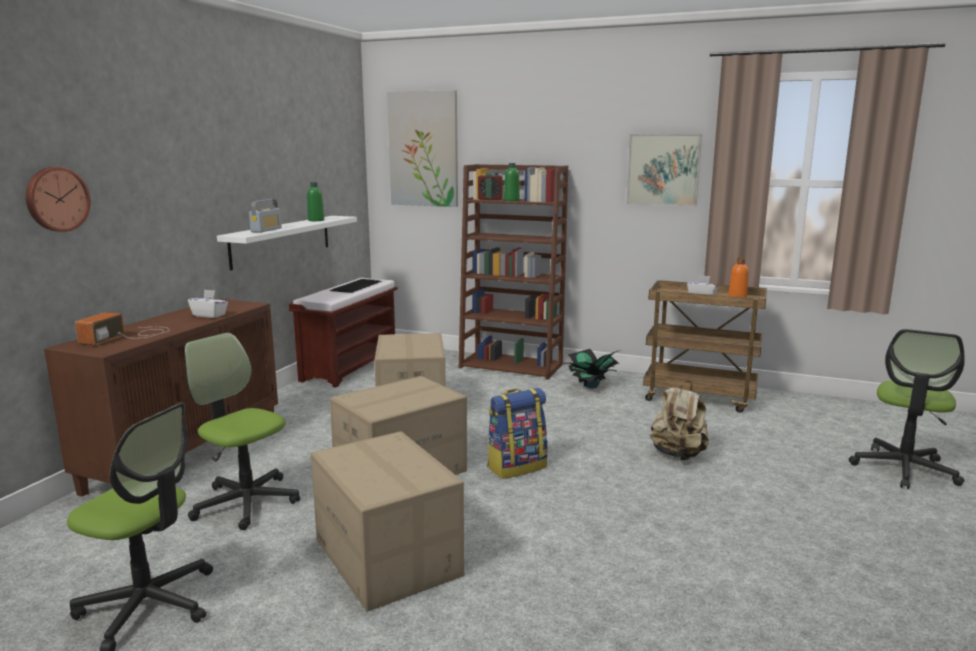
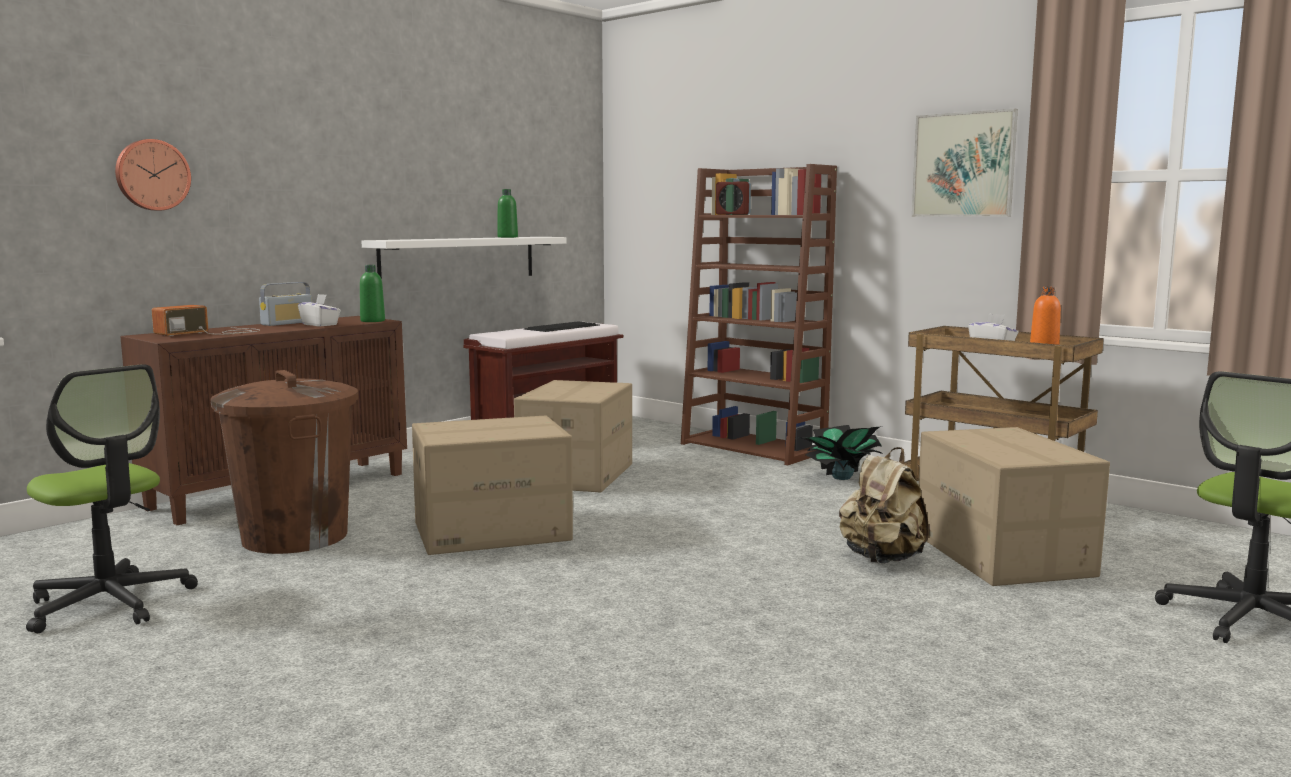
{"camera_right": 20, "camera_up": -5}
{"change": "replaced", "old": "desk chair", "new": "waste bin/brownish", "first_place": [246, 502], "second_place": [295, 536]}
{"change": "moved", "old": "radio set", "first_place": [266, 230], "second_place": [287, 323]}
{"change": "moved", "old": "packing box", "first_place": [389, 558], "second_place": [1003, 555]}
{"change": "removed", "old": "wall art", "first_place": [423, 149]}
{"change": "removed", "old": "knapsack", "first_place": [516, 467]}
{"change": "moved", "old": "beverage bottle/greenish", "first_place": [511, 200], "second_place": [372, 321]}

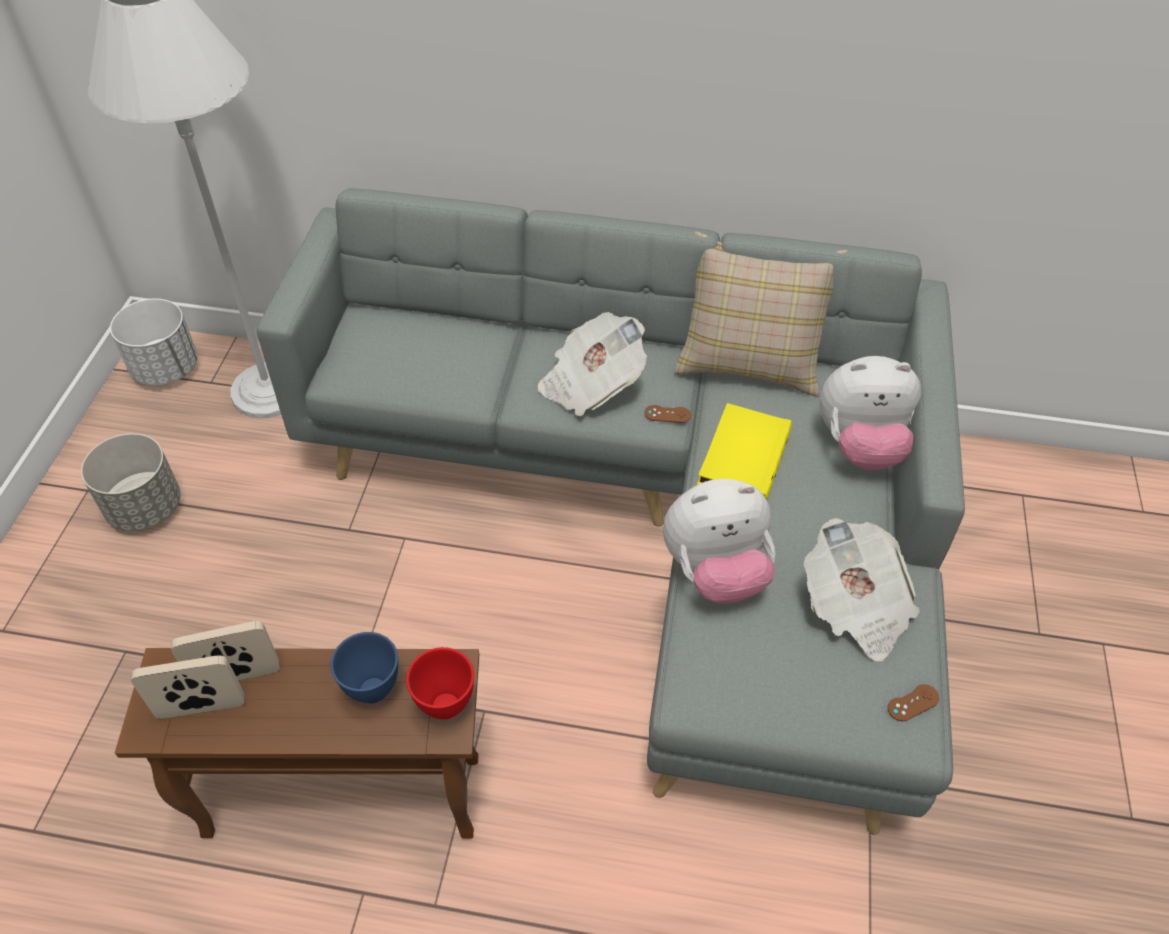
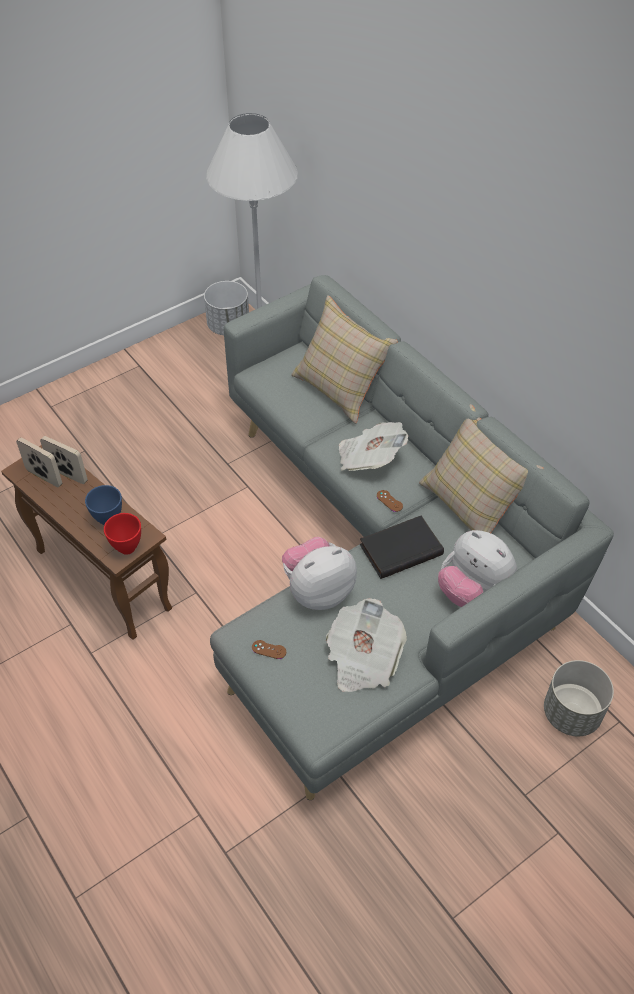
{"camera_right": 45, "camera_up": 0}
{"change": "moved", "old": "plant pot/grey", "first_place": [146, 508], "second_place": [572, 714]}
{"change": "turned", "old": "cuddly toy", "first_place": [715, 571], "second_place": [318, 590], "degrees": 120}
{"change": "recoloured", "old": "bound book/yellowish", "new": "bound book/blackish", "first_place": [741, 456], "second_place": [400, 548]}
{"change": "moved", "old": "game controller/brownish", "first_place": [913, 703], "second_place": [269, 649]}
{"change": "added", "new": "throw pillow/beige", "second_place": [340, 387]}

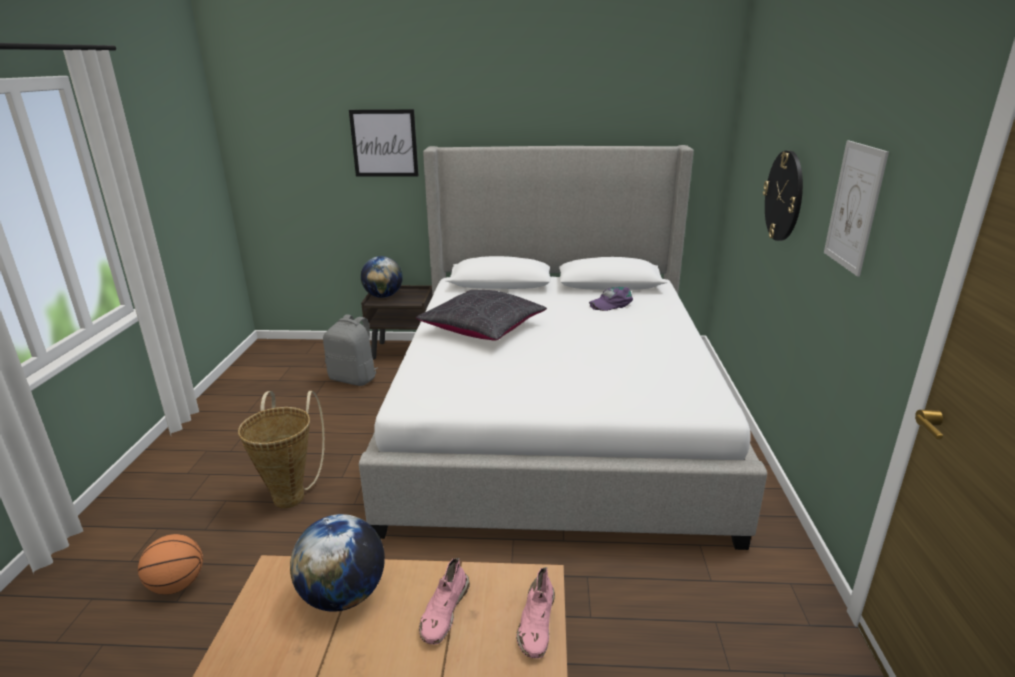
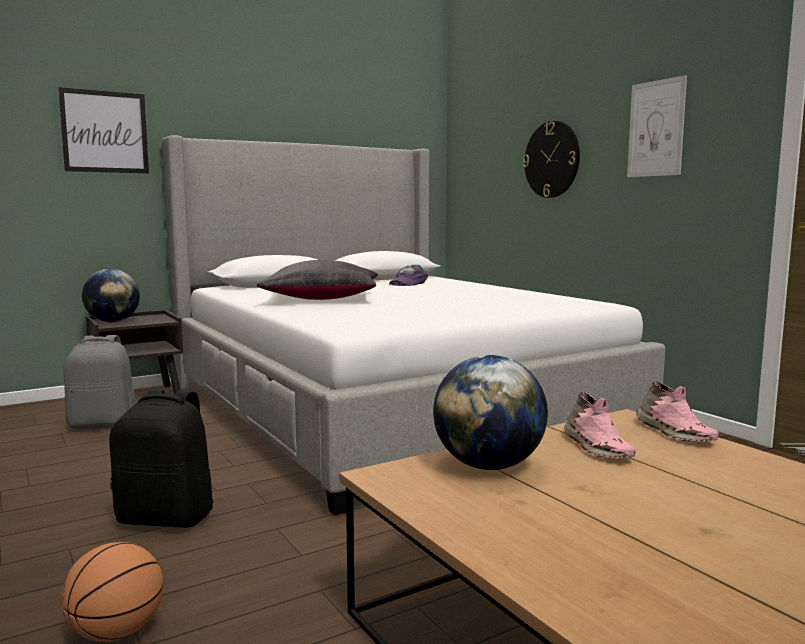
{"camera_right": -35, "camera_up": -15}
{"change": "replaced", "old": "household basket", "new": "knapsack/blackish", "first_place": [292, 494], "second_place": [167, 517]}

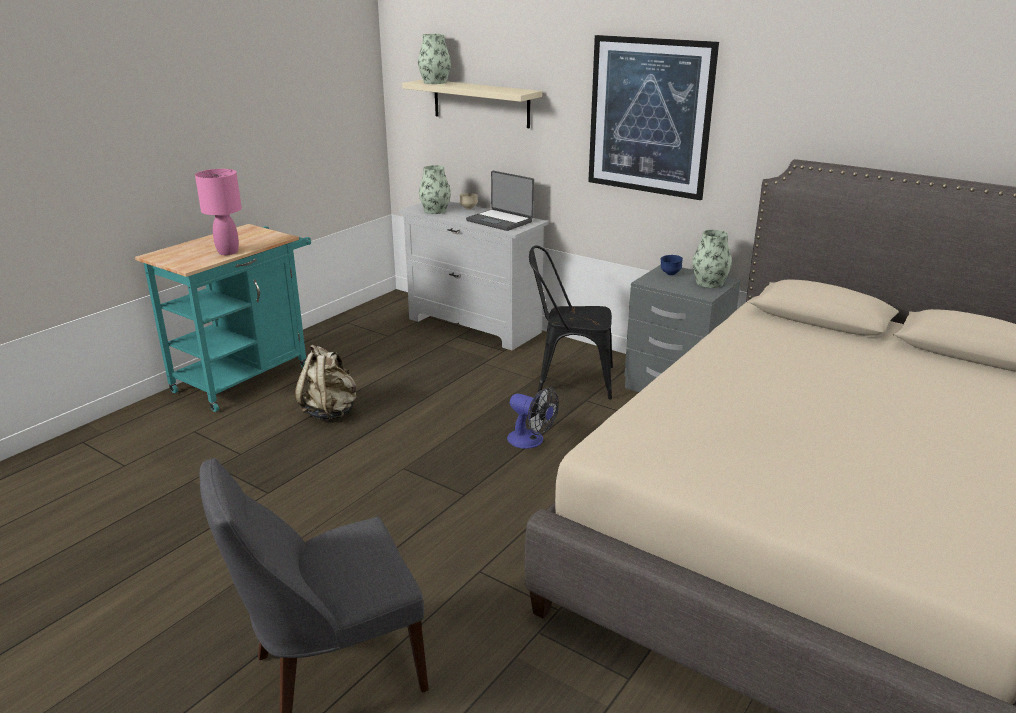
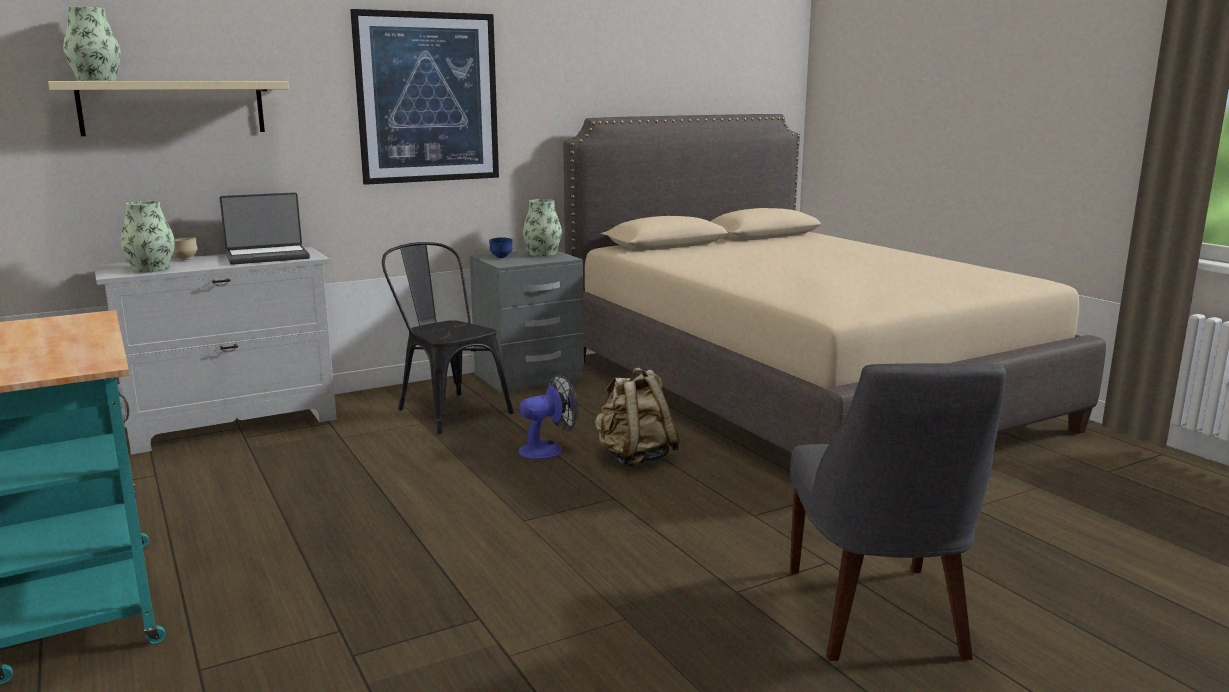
{"camera_right": -65, "camera_up": -10}
{"change": "removed", "old": "lamp for a table/pinkish", "first_place": [227, 252]}
{"change": "moved", "old": "knapsack/beige", "first_place": [330, 412], "second_place": [635, 458]}
{"change": "turned", "old": "upright chair/blackish", "first_place": [568, 379], "second_place": [447, 409], "degrees": 105}

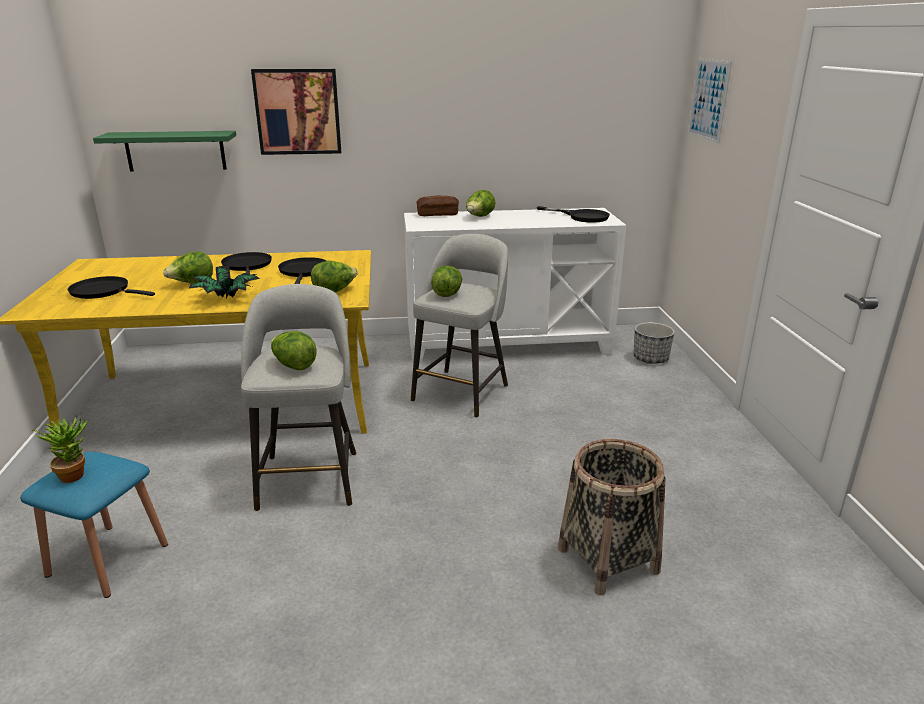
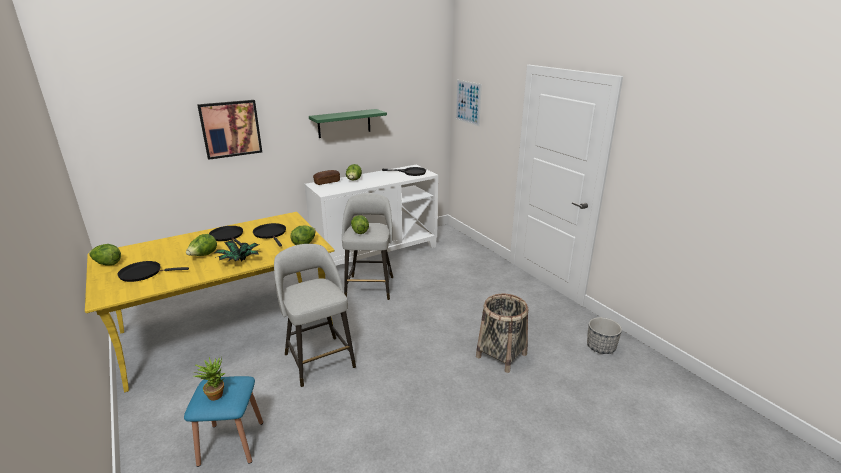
{"camera_right": -25, "camera_up": 0}
{"change": "moved", "old": "bracket shelf/greenish", "first_place": [175, 151], "second_place": [344, 123]}
{"change": "moved", "old": "lettuce", "first_place": [294, 366], "second_place": [107, 264]}
{"change": "moved", "old": "plant pot", "first_place": [651, 359], "second_place": [601, 347]}

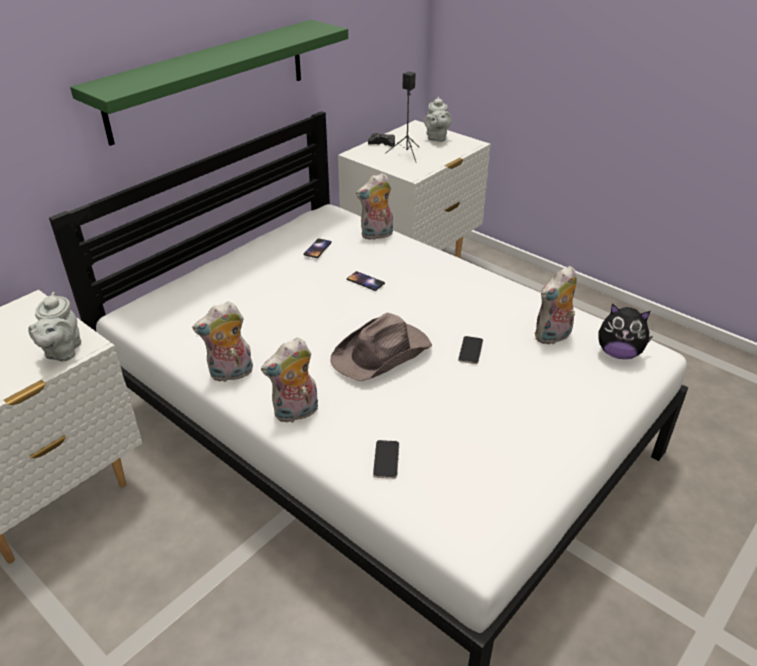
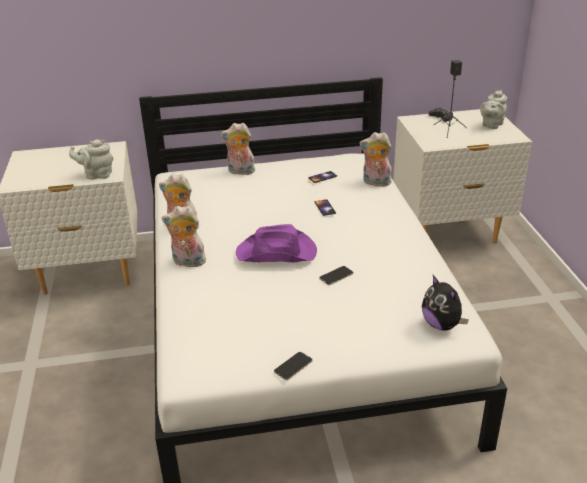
{"camera_right": 40, "camera_up": -5}
{"change": "turned", "old": "tea pot/grey", "first_place": [62, 352], "second_place": [97, 175], "degrees": 45}
{"change": "removed", "old": "bracket shelf/greenish", "first_place": [209, 79]}
{"change": "recoloured", "old": "clothing hat/brownish", "new": "clothing hat/purple", "first_place": [382, 353], "second_place": [277, 253]}
{"change": "moved", "old": "phone", "first_place": [386, 459], "second_place": [293, 366]}
{"change": "moved", "old": "cuddly toy", "first_place": [553, 337], "second_place": [240, 172]}

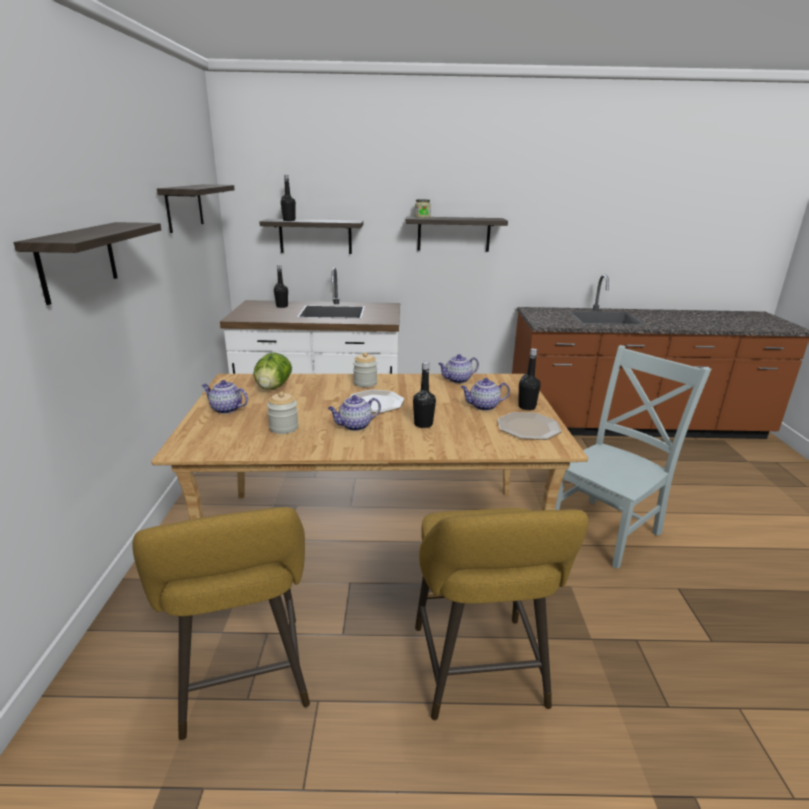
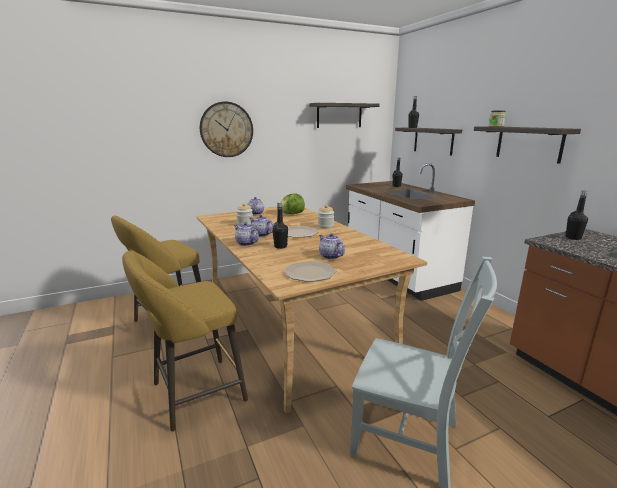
{"camera_right": 65, "camera_up": -5}
{"change": "replaced", "old": "bracket shelf", "new": "clock on the wall", "first_place": [78, 260], "second_place": [226, 129]}
{"change": "moved", "old": "tea pot", "first_place": [457, 380], "second_place": [246, 243]}
{"change": "moved", "old": "beverage bottle/blackish", "first_place": [526, 407], "second_place": [573, 238]}

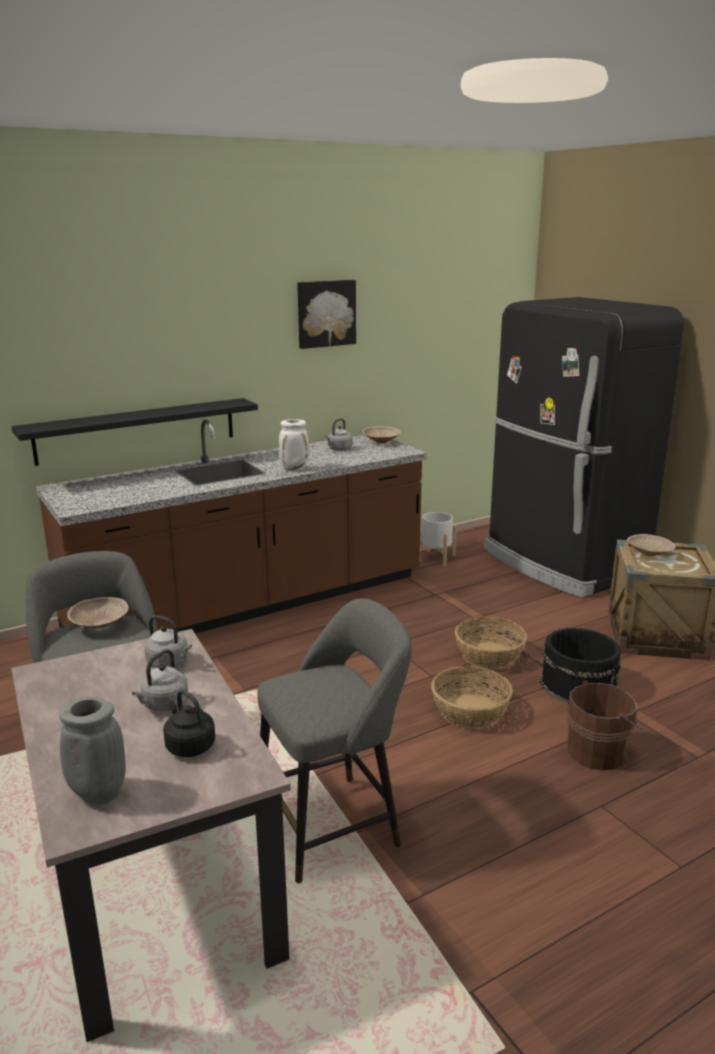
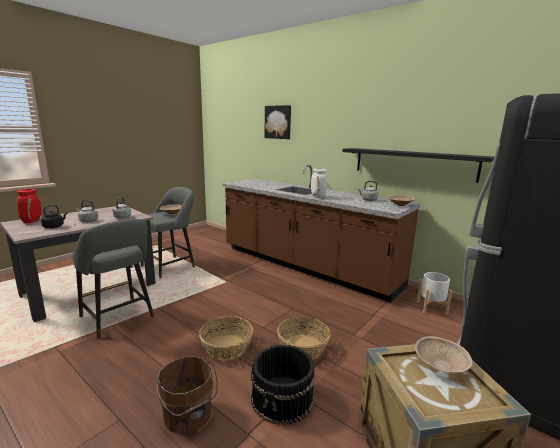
{"camera_right": 70, "camera_up": -5}
{"change": "moved", "old": "bracket shelf/blackish", "first_place": [137, 430], "second_place": [413, 163]}
{"change": "recoloured", "old": "flower vase/grey", "new": "flower vase/red", "first_place": [96, 794], "second_place": [32, 221]}
{"change": "moved", "old": "wall art", "first_place": [325, 313], "second_place": [278, 122]}

